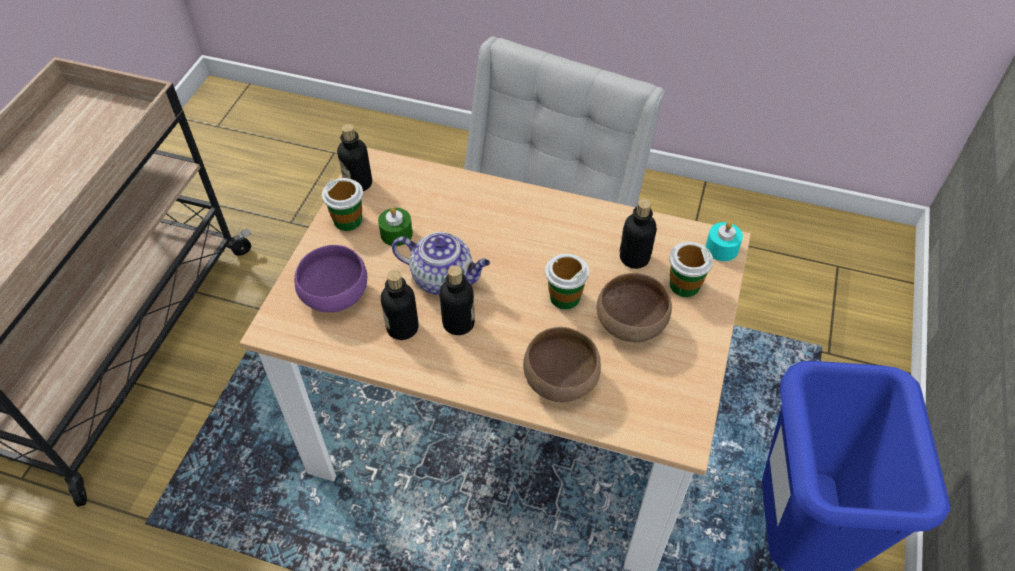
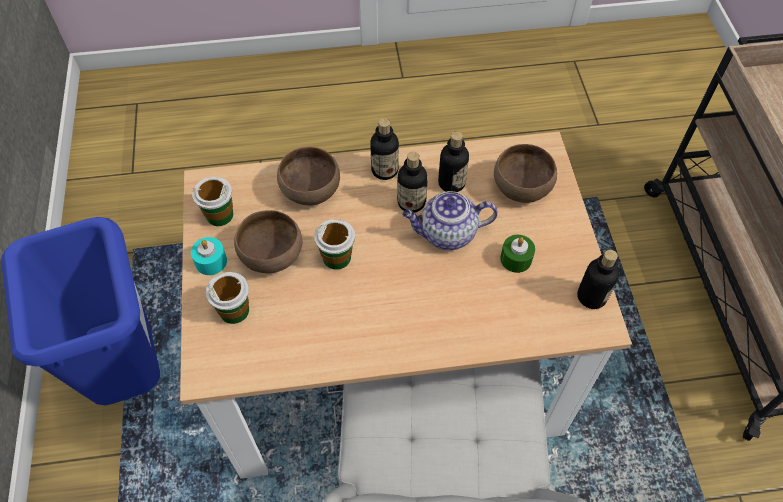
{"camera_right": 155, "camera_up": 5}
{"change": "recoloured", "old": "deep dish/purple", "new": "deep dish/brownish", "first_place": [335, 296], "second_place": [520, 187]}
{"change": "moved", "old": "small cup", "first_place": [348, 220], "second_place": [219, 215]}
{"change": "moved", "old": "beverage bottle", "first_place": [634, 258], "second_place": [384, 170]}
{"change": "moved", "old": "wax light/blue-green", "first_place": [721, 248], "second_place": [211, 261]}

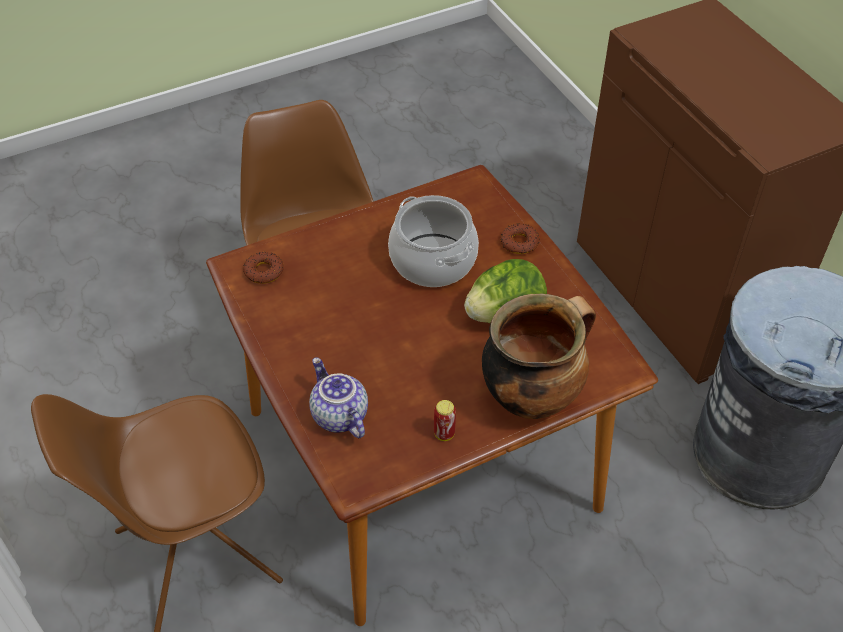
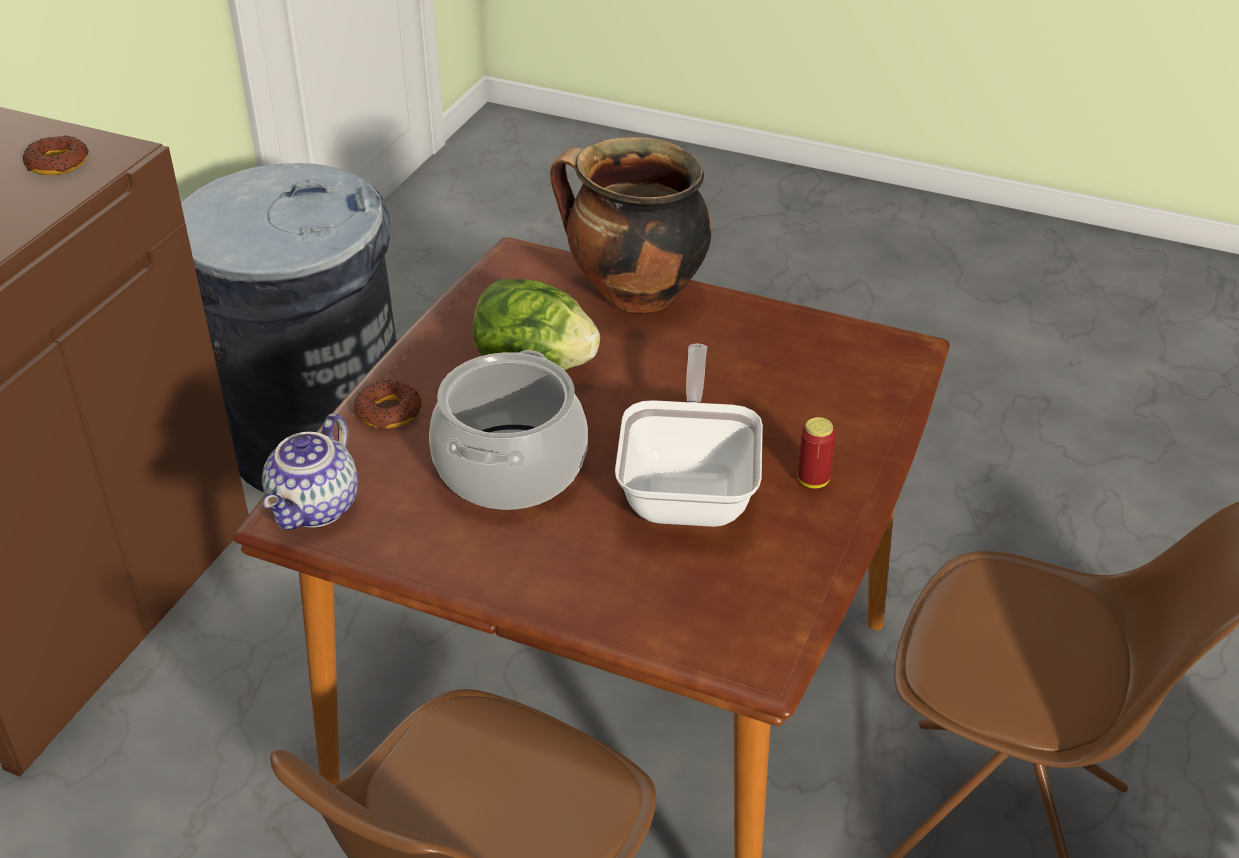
{"camera_right": -130, "camera_up": -10}
{"change": "moved", "old": "doughnut", "first_place": [264, 271], "second_place": [57, 163]}
{"change": "moved", "old": "tea pot", "first_place": [338, 416], "second_place": [316, 508]}
{"change": "moved", "old": "can", "first_place": [444, 433], "second_place": [813, 480]}
{"change": "added", "new": "pan", "second_place": [690, 488]}

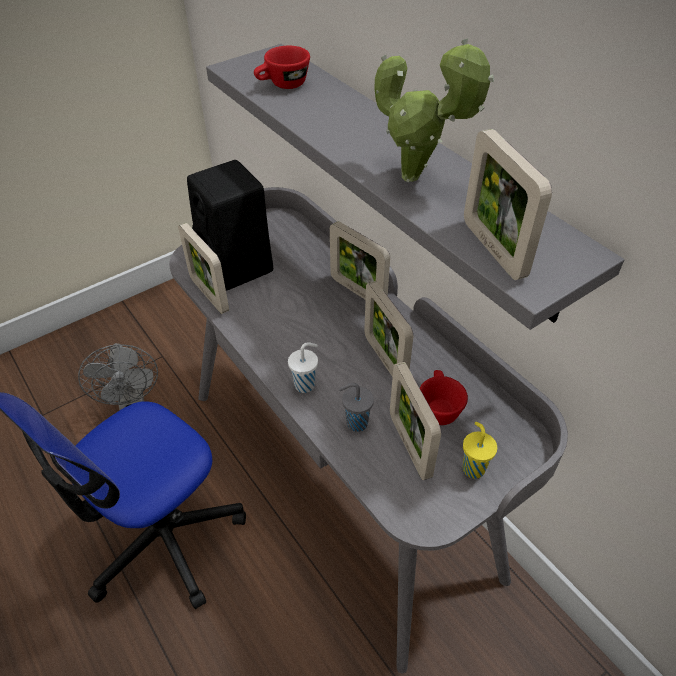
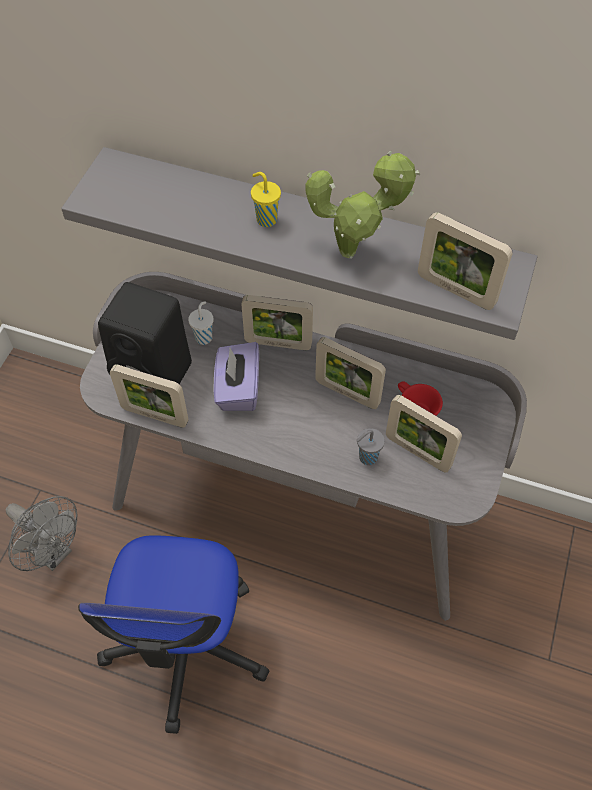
{"camera_right": -35, "camera_up": 10}
{"change": "removed", "old": "small cup/red", "first_place": [283, 85]}
{"change": "moved", "old": "small cup/white", "first_place": [306, 384], "second_place": [204, 337]}
{"change": "moved", "old": "small cup/yellowish", "first_place": [473, 467], "second_place": [265, 219]}
{"change": "added", "new": "tissue holder/purple", "second_place": [238, 389]}

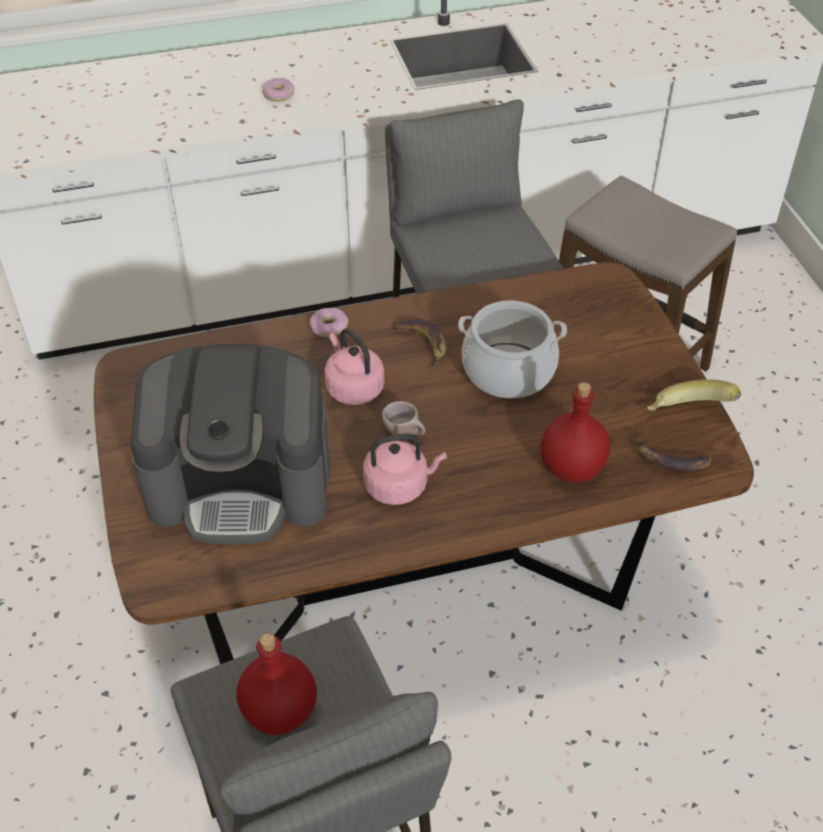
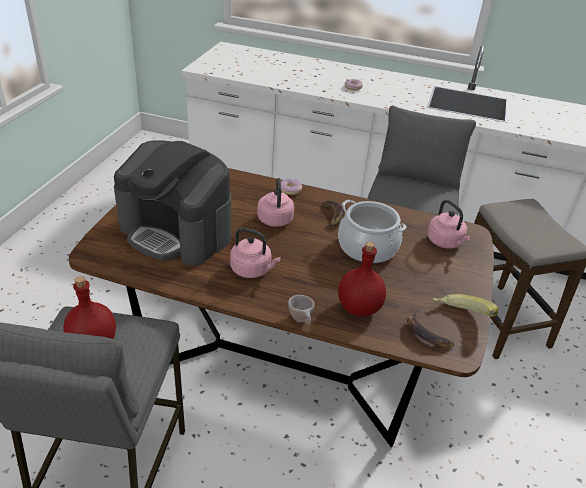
{"camera_right": 30, "camera_up": -10}
{"change": "moved", "old": "small cup/beige", "first_place": [405, 434], "second_place": [302, 320]}
{"change": "added", "new": "tea kettle/pinkish", "second_place": [446, 242]}

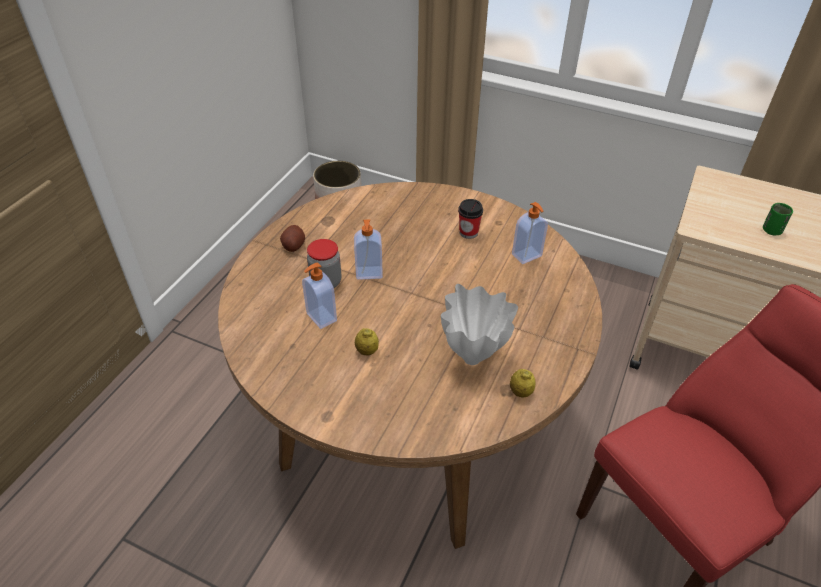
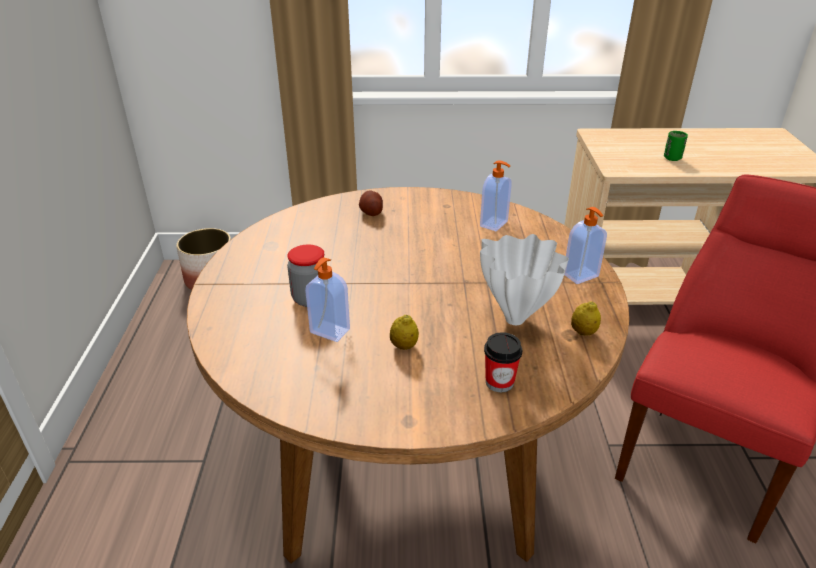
{"camera_right": -25, "camera_up": -10}
{"change": "moved", "old": "spud", "first_place": [293, 246], "second_place": [371, 212]}
{"change": "moved", "old": "liquid soap bottle", "first_place": [369, 273], "second_place": [581, 276]}
{"change": "moved", "old": "small cup", "first_place": [468, 232], "second_place": [499, 382]}

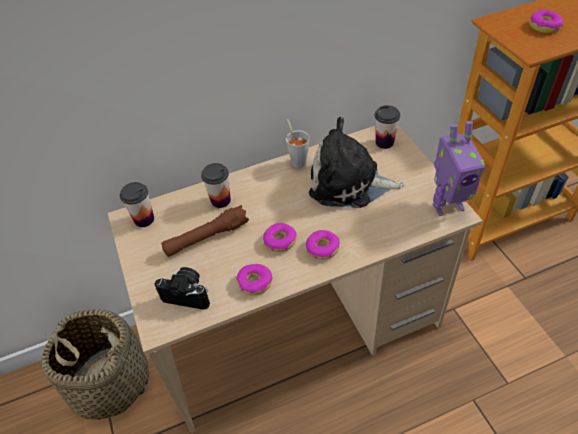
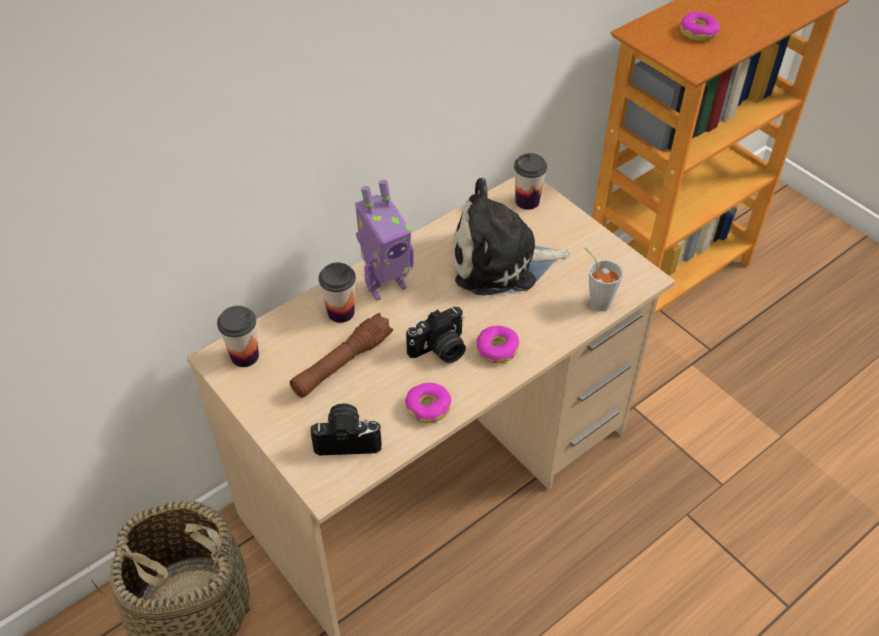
{"camera_right": -20, "camera_up": 0}
{"change": "replaced", "old": "doughnut", "new": "photo camera", "first_place": [280, 241], "second_place": [440, 350]}
{"change": "moved", "old": "small cup/grey", "first_place": [298, 160], "second_place": [596, 300]}
{"change": "moved", "old": "toy robot", "first_place": [447, 205], "second_place": [385, 285]}

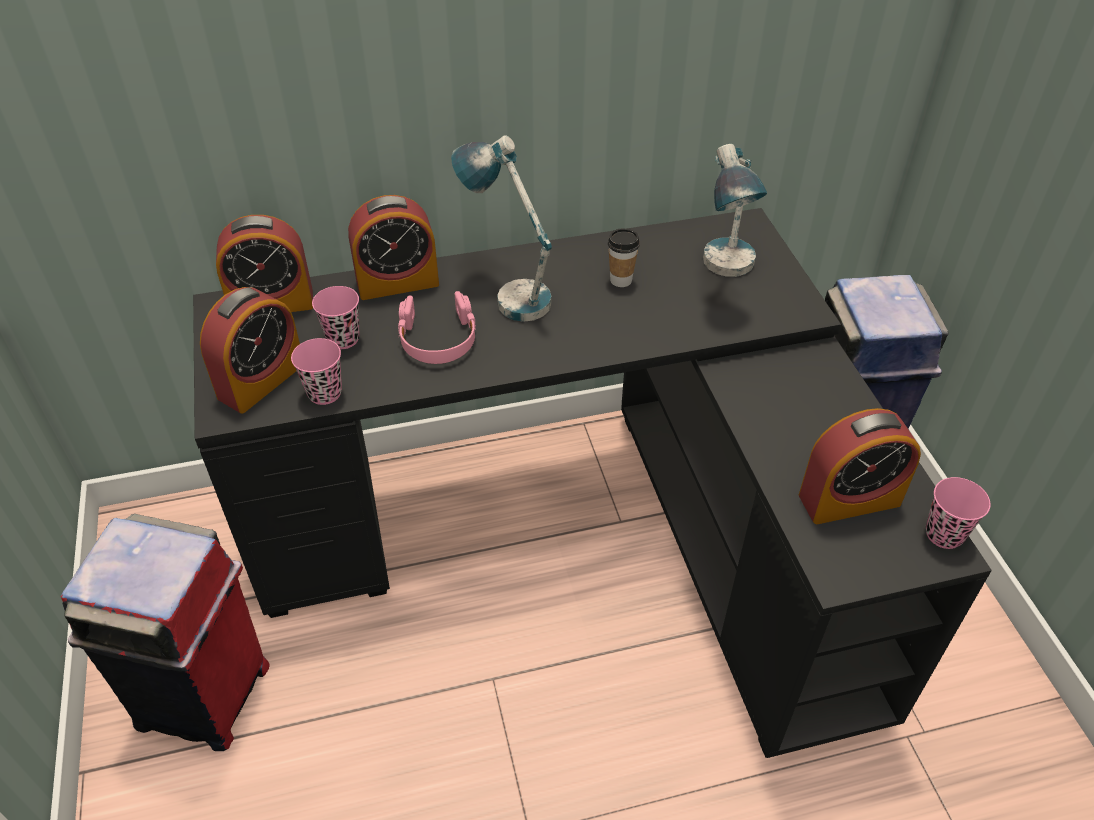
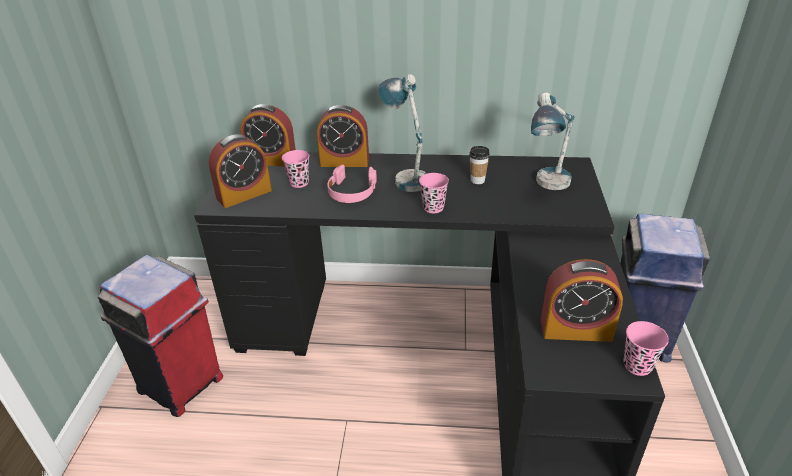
{"camera_right": 20, "camera_up": -10}
{"change": "moved", "old": "small cup/pinkish", "first_place": [324, 393], "second_place": [433, 207]}

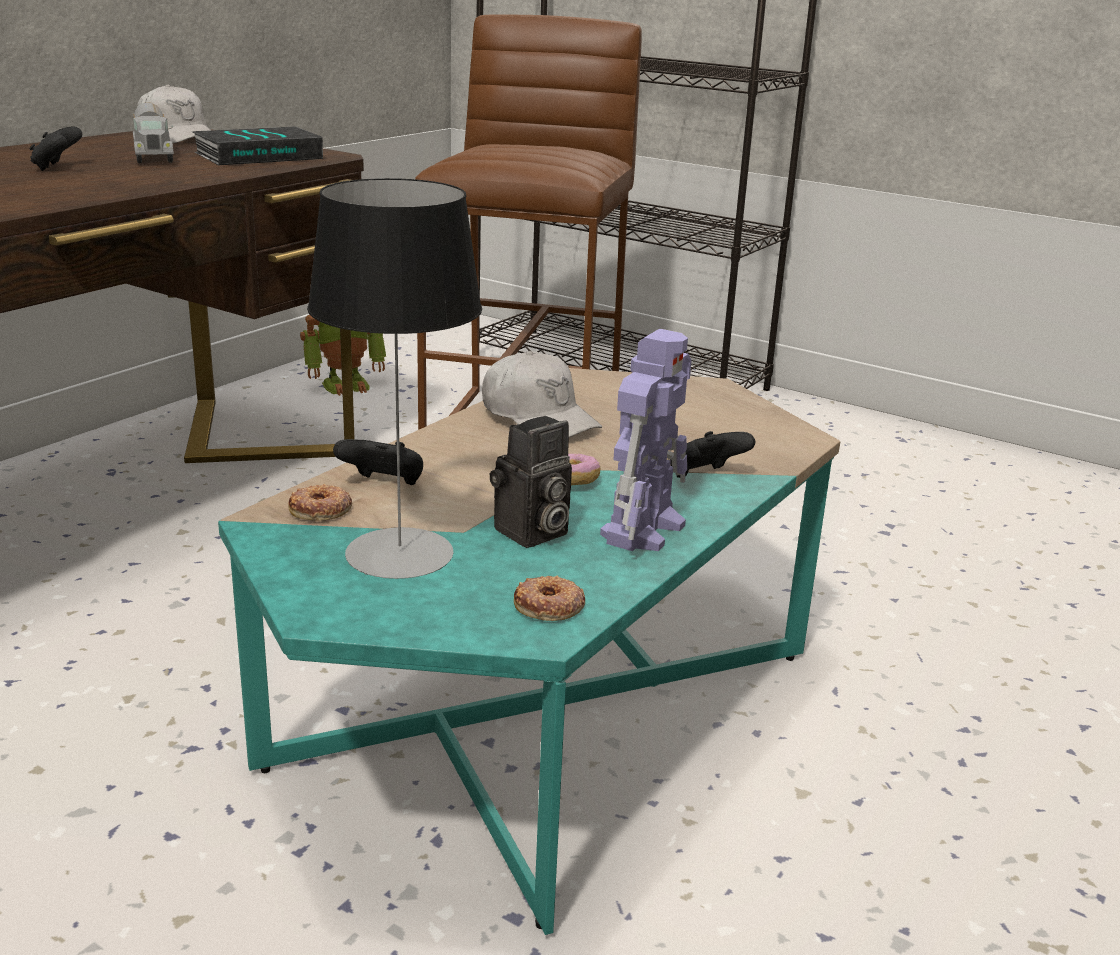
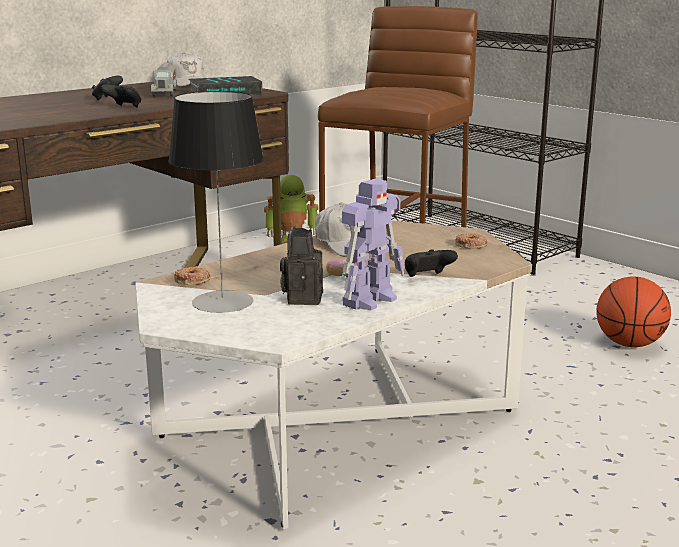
{"camera_right": 15, "camera_up": -5}
{"change": "recoloured", "old": "low table/blue-green", "new": "low table/white", "first_place": [547, 709], "second_place": [338, 423]}
{"change": "moved", "old": "game controller/blackish", "first_place": [384, 486], "second_place": [124, 107]}
{"change": "turned", "old": "photo camera", "first_place": [531, 534], "second_place": [302, 298], "degrees": 120}
{"change": "moved", "old": "doughnut", "first_place": [549, 606], "second_place": [471, 245]}
{"change": "added", "new": "basketball ball", "second_place": [629, 344]}

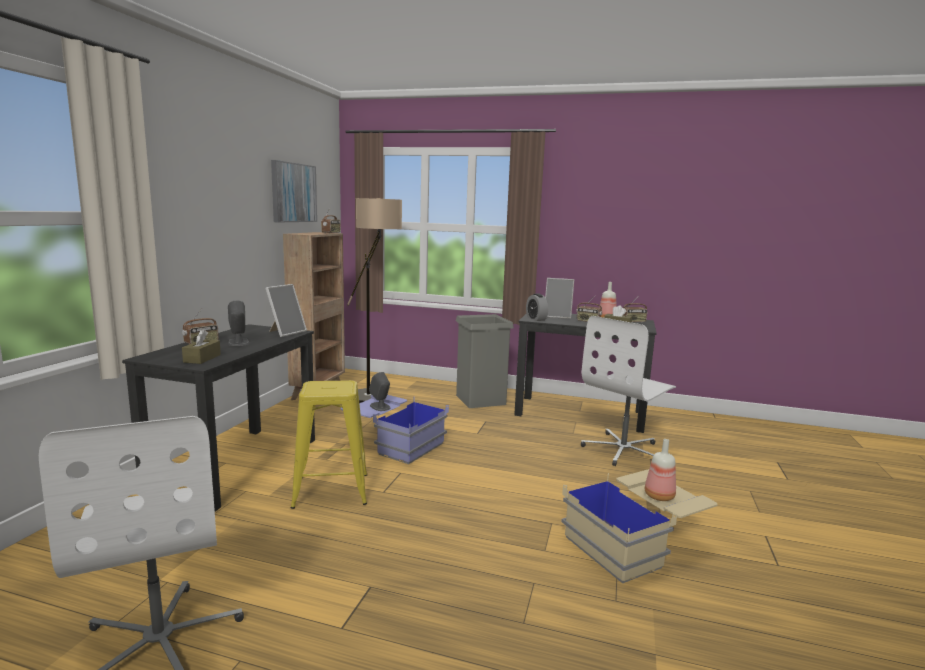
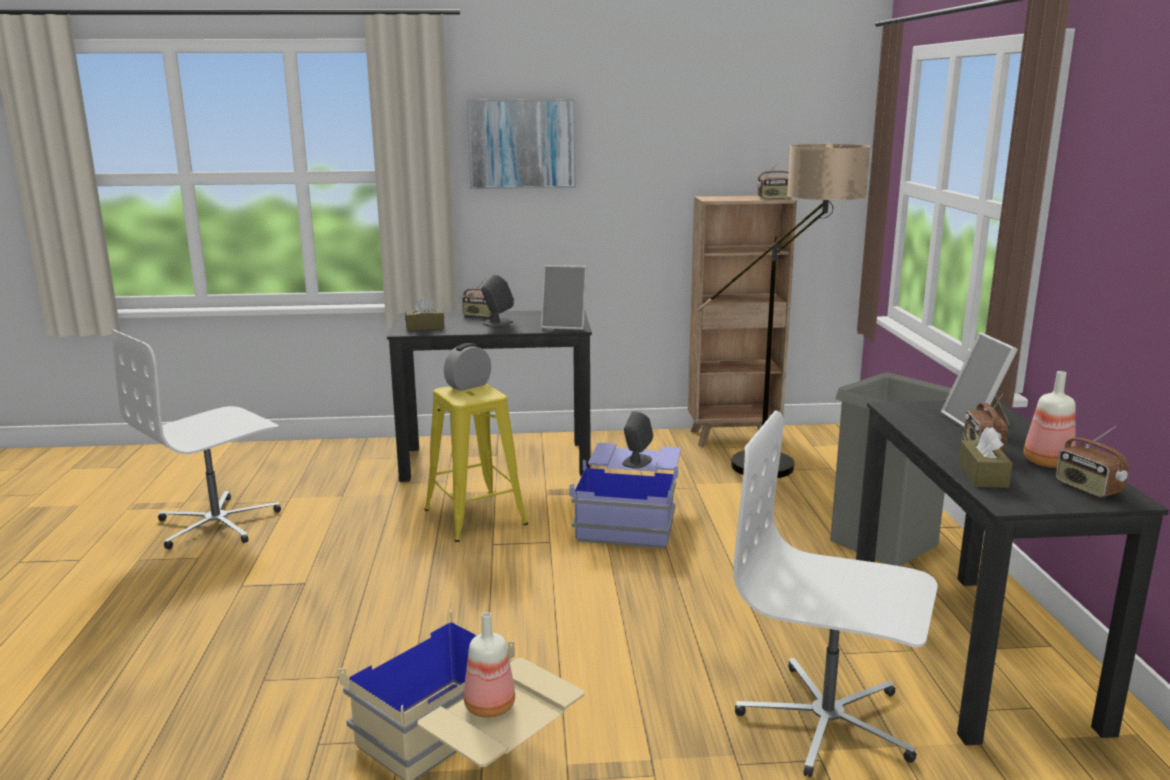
{"camera_right": 70, "camera_up": 5}
{"change": "moved", "old": "wall art", "first_place": [293, 192], "second_place": [522, 144]}
{"change": "moved", "old": "table clock", "first_place": [536, 319], "second_place": [468, 386]}

